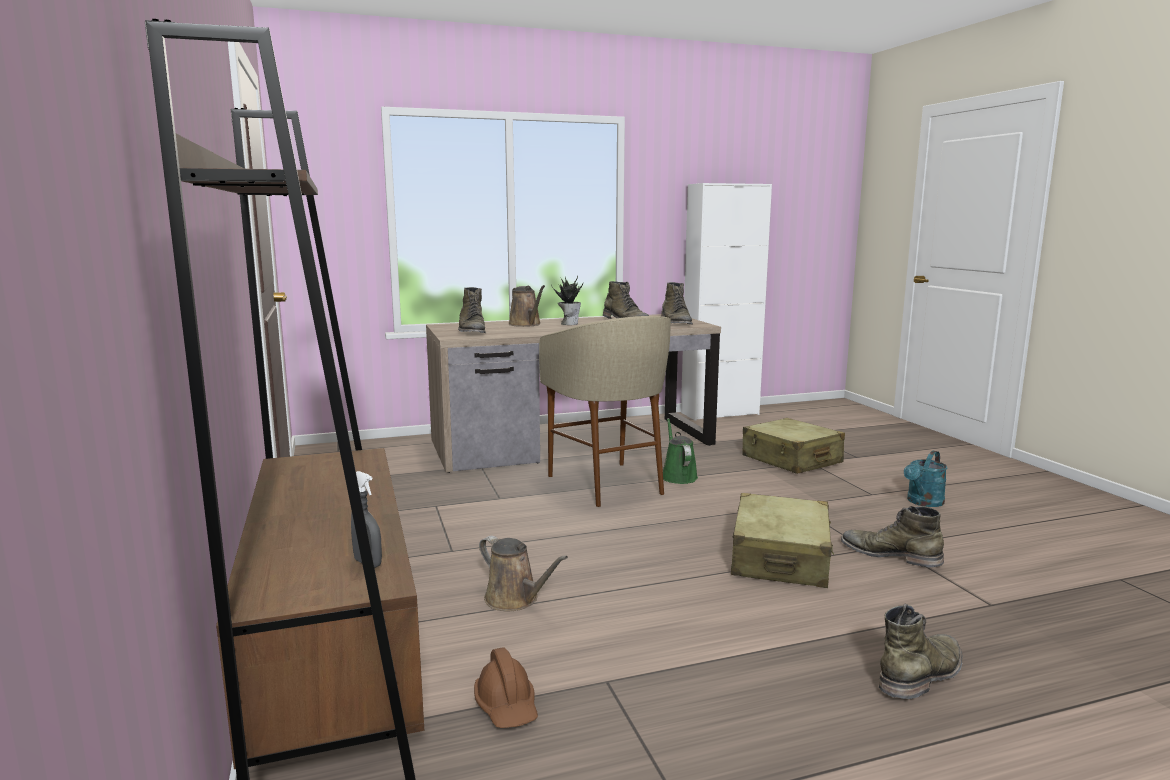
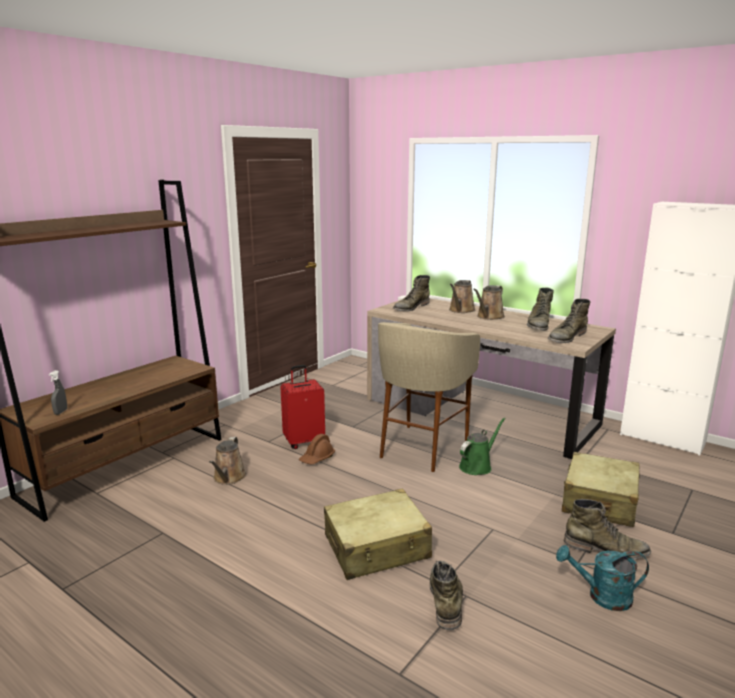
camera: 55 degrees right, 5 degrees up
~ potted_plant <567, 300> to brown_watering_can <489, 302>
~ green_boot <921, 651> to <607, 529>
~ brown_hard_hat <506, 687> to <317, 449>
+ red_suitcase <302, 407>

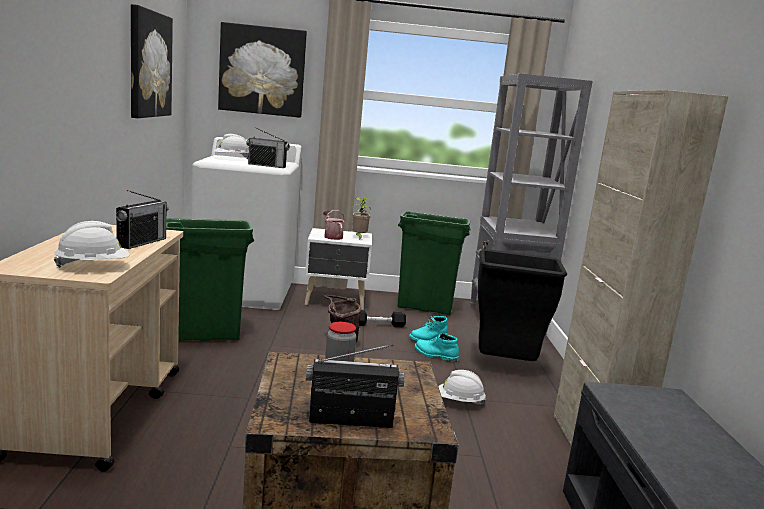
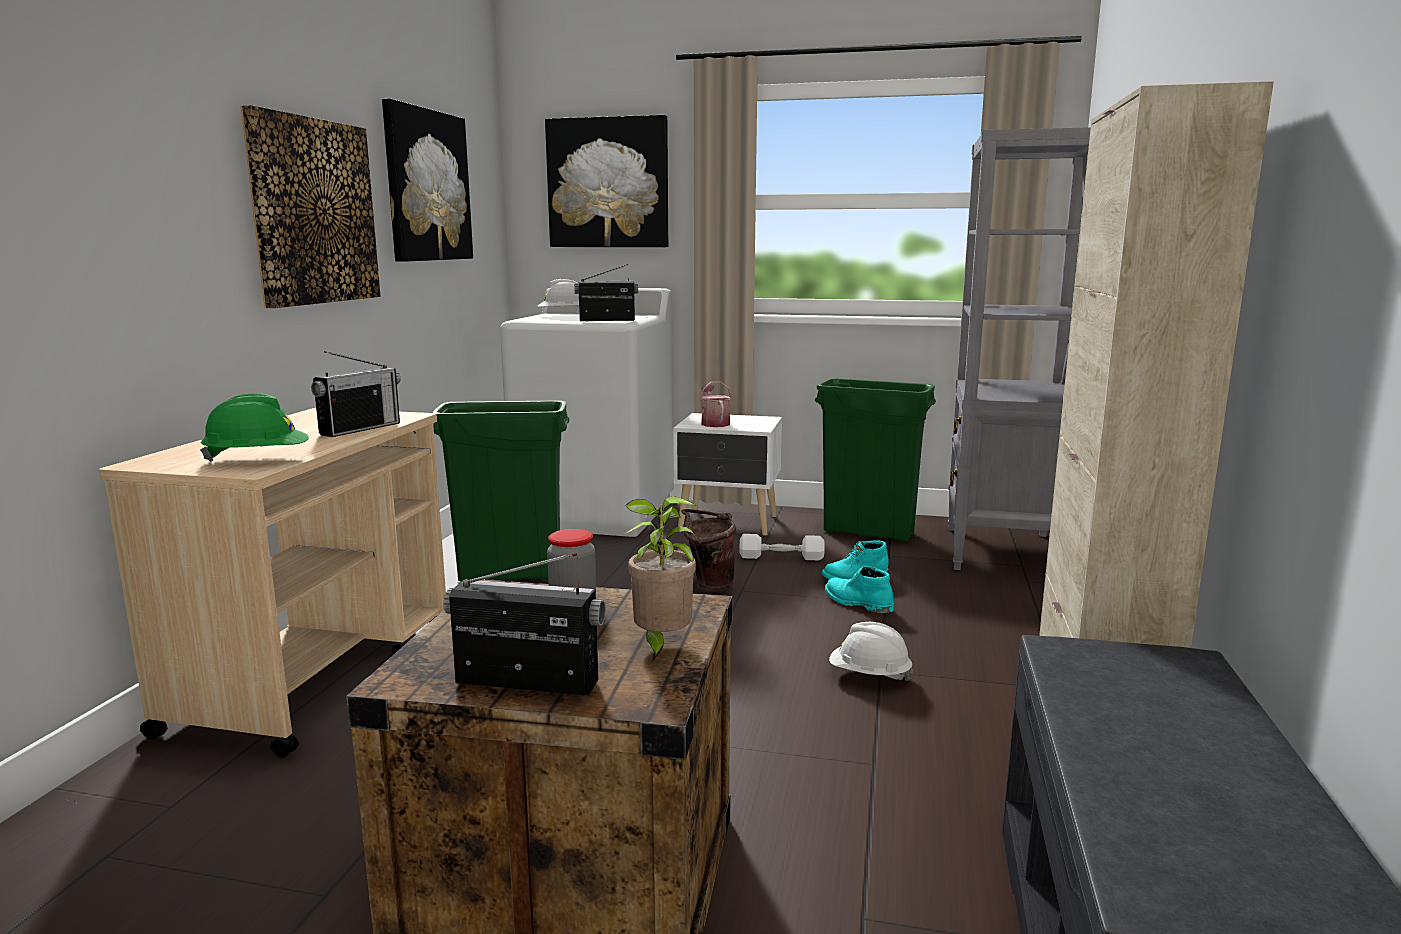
camera: 15 degrees right, 0 degrees up
~ radio <268, 147> = <606, 293> 150 degrees clockwise
~ potted_plant <361, 218> to <660, 579>
~ white_hard_hat <92, 244> to green_hard_hat <254, 427>
- black_trash_can <522, 305>
~ black_dumbbell <382, 318> to white_dumbbell <782, 547>
+ picture <310, 206>

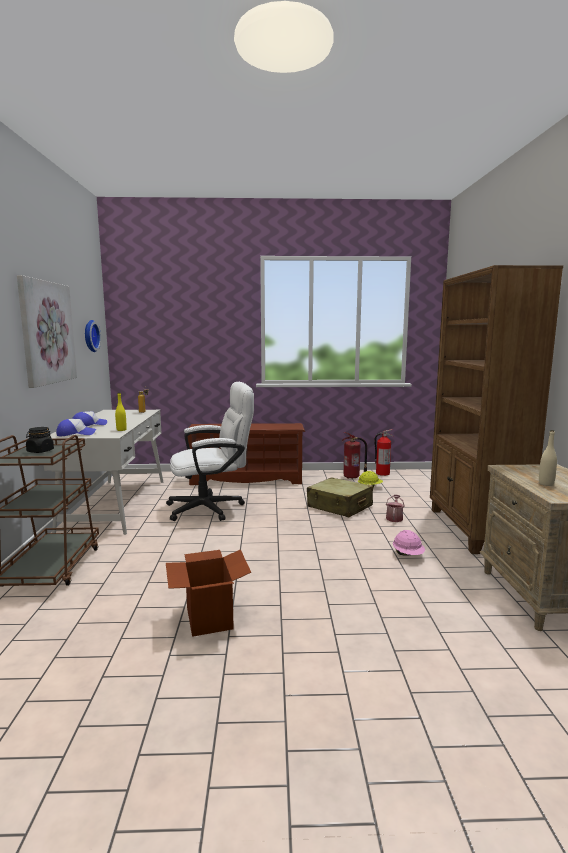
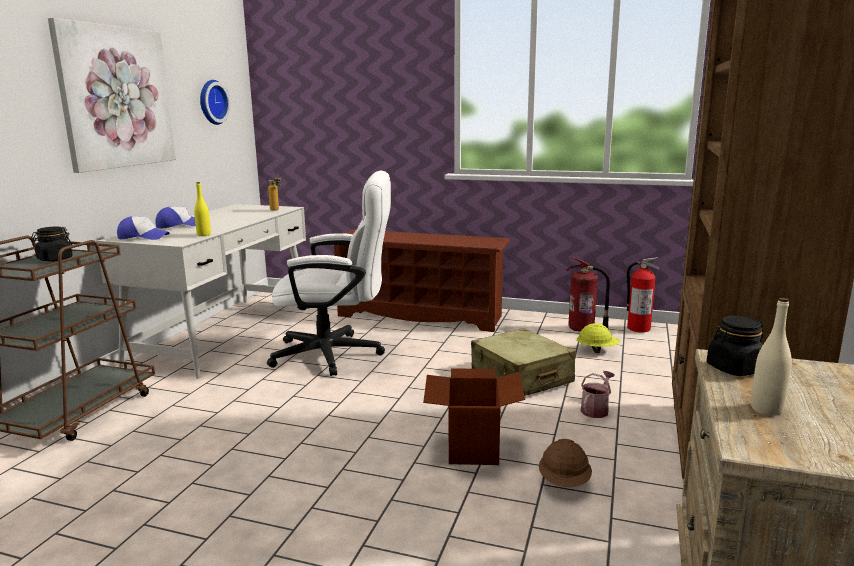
camera: 20 degrees right, 5 degrees up
~ pink_hard_hat <409, 543> to brown_hard_hat <565, 463>
~ cardboard_box <208, 593> to <474, 416>
+ black_jar <735, 346>

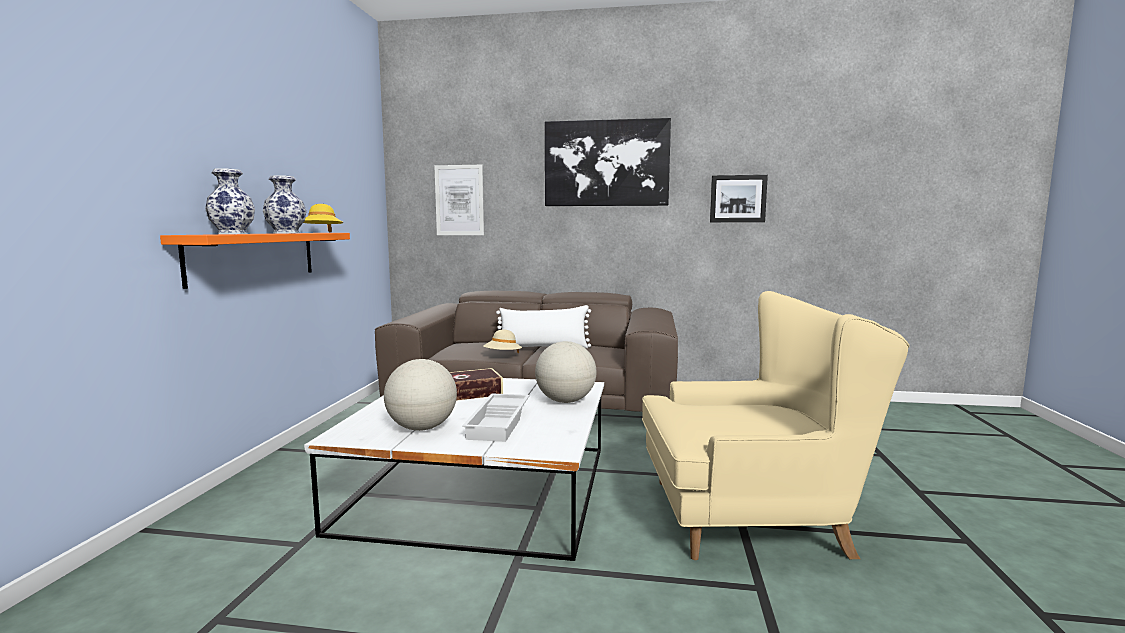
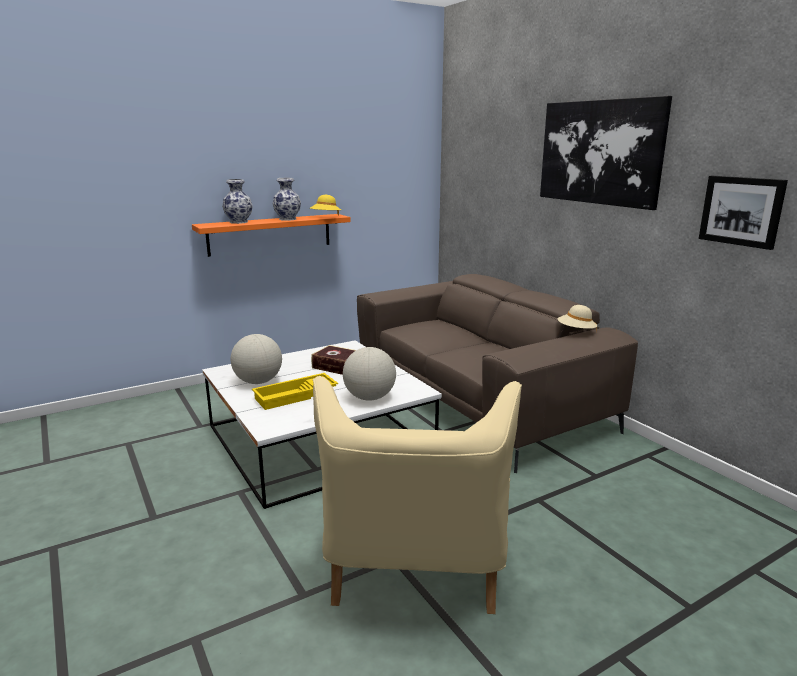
camera: 50 degrees right, 10 degrees up
- picture <459, 200>
~ beige_armchair <776, 425> = <417, 495> 45 degrees clockwise
- white_pillow <543, 326>
~ beige_hat <502, 341> to <577, 318>
~ white_tray <496, 417> to yellow_tray <295, 391>

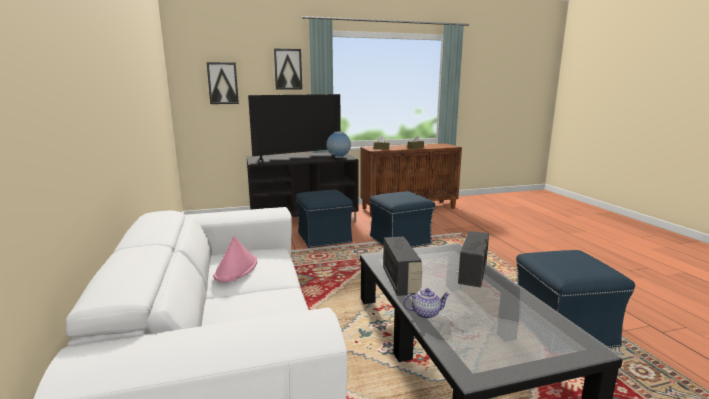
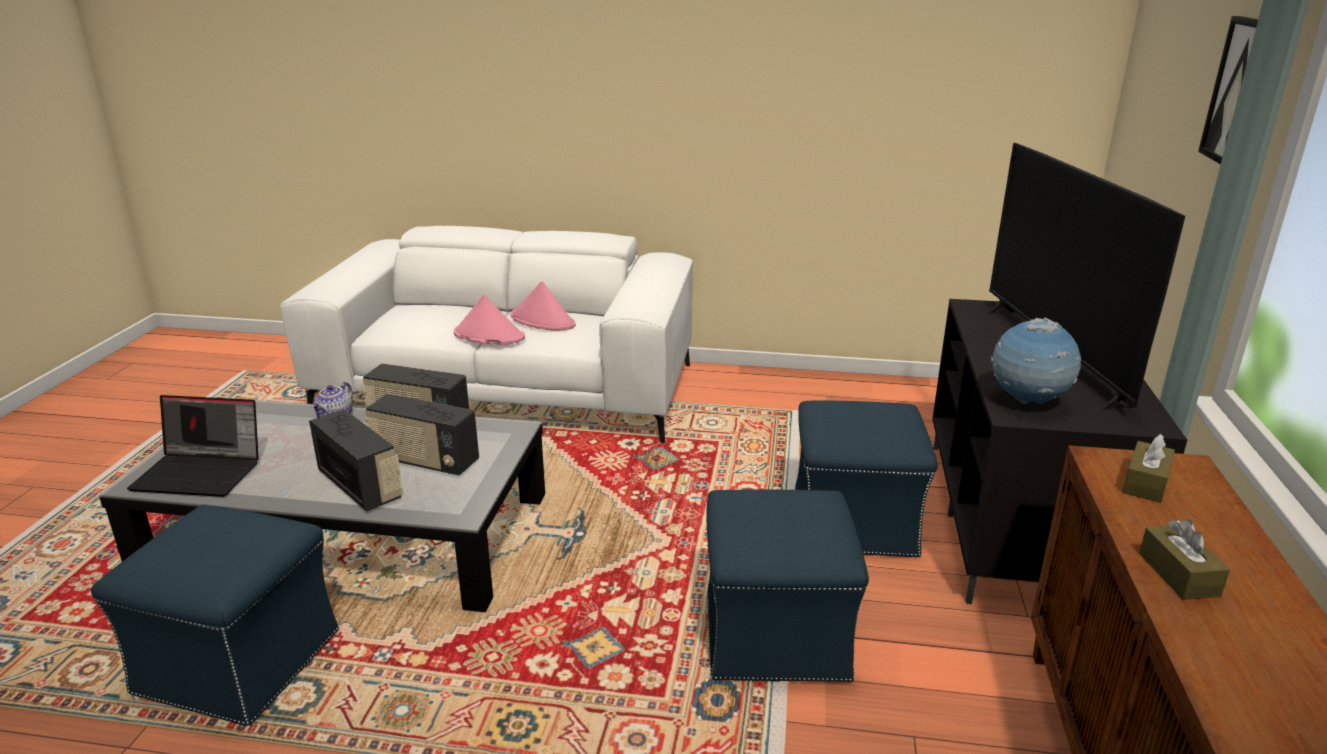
camera: 115 degrees right, 10 degrees up
- picture <223, 83>
+ pink_hat <489, 320>
+ radio <422, 434>
+ laptop <193, 446>

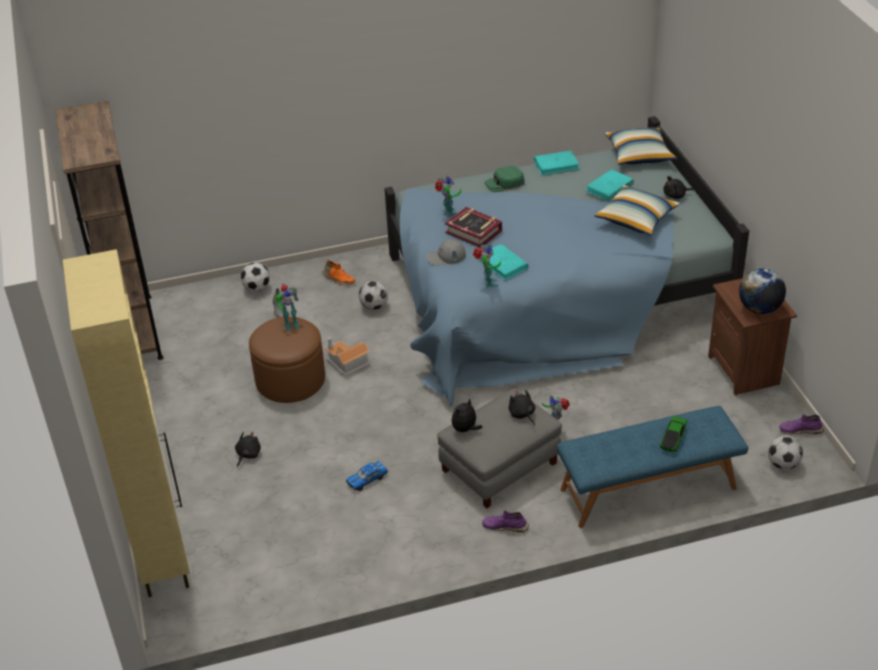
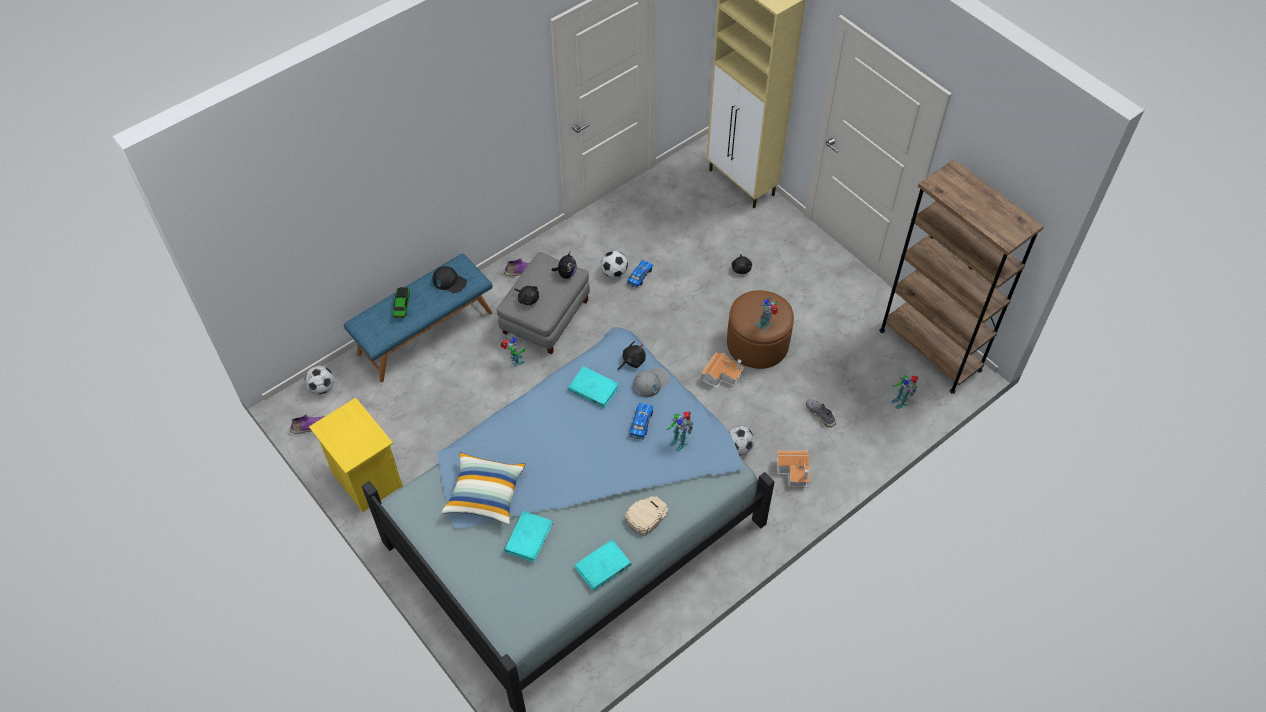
camera: 155 degrees right, 15 degrees up
- pillow <641, 146>
~ green_cap <505, 178> to beige_cap <647, 516>
~ black_plush_toy <678, 187> to <632, 355>
~ book <473, 227> to toy_car <641, 421>
~ toy_robot <487, 266> to <904, 392>
~ orange_shoe <338, 272> to toy_house <793, 468>
~ football <255, 277> to <614, 264>
- globe <762, 291>
~ brown_nightstand <752, 337> to yellow_nightstand <356, 455>
+ black_cap <450, 279>

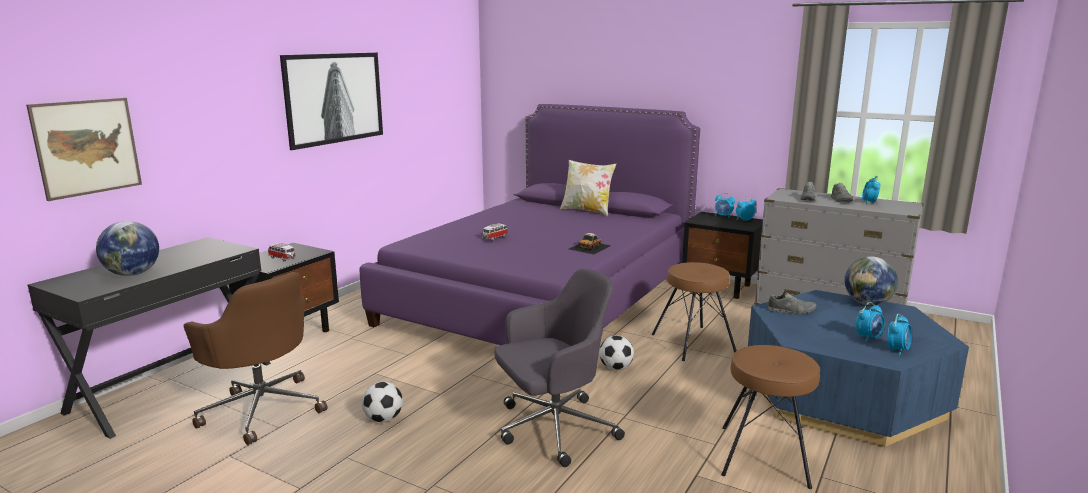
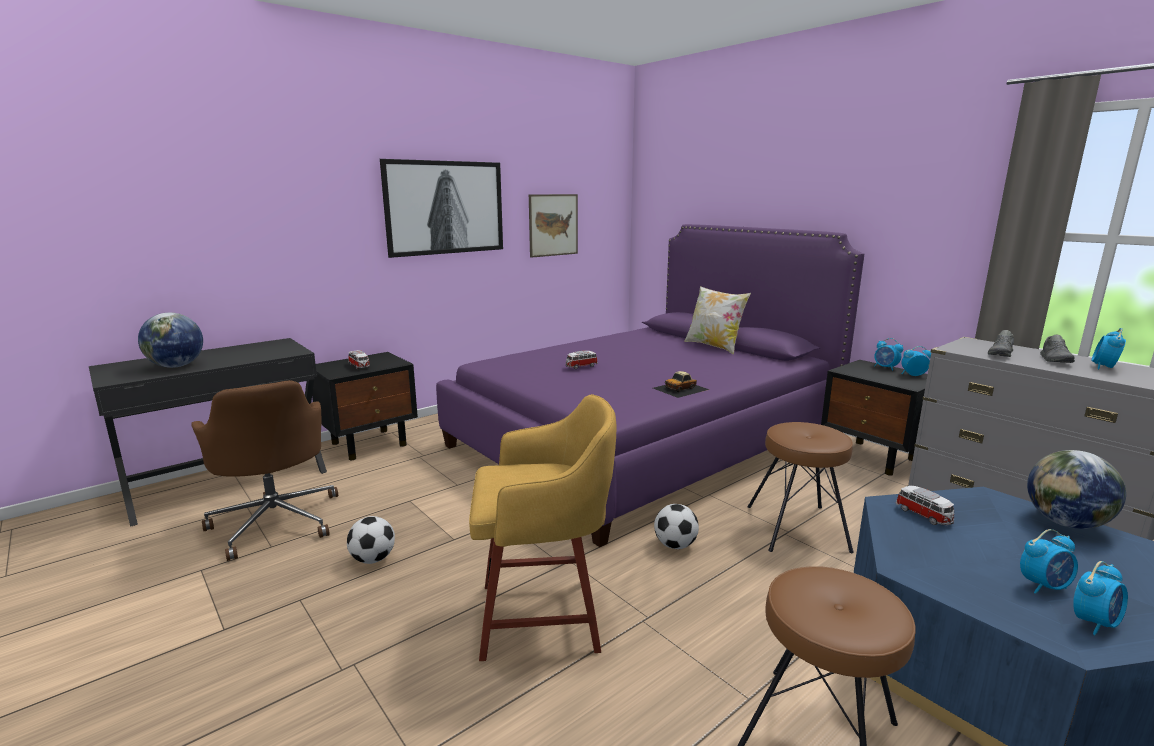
camera: 20 degrees right, 0 degrees up
~ picture <84, 149> to <553, 226>
~ grey_office_chair <559, 367> to yellow_stool <542, 527>
~ grey_shoe <791, 303> to toy_car <925, 505>

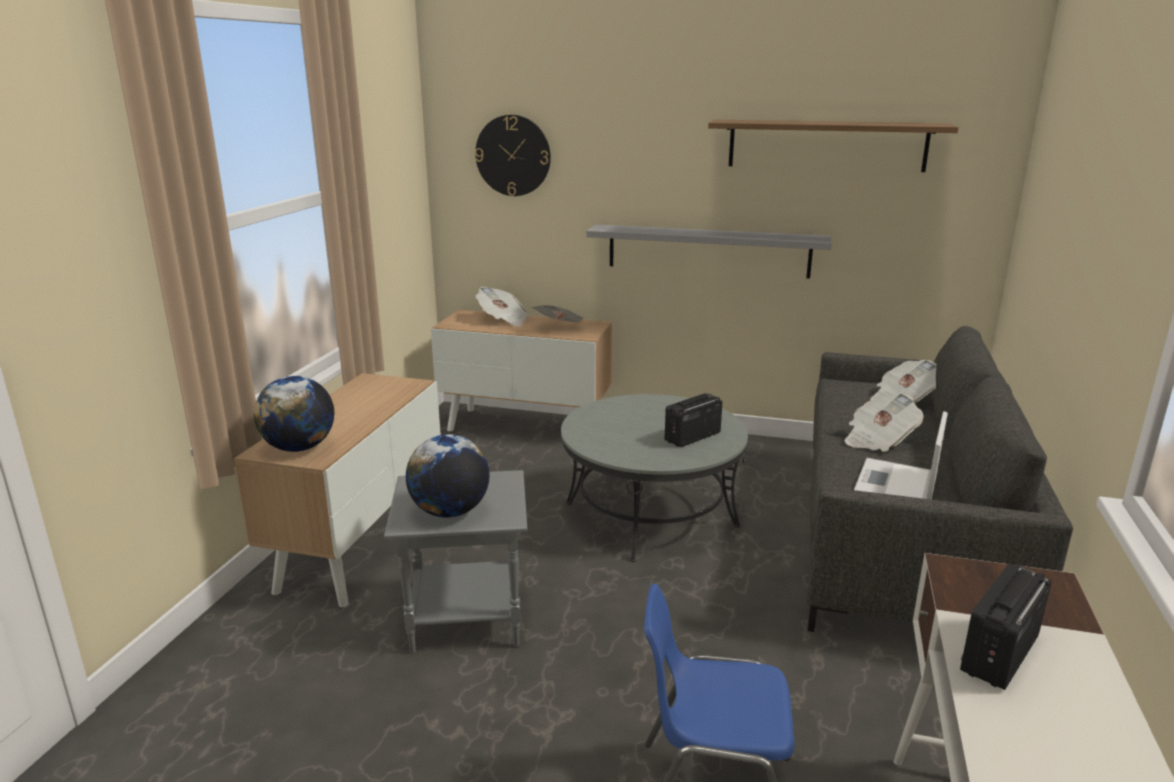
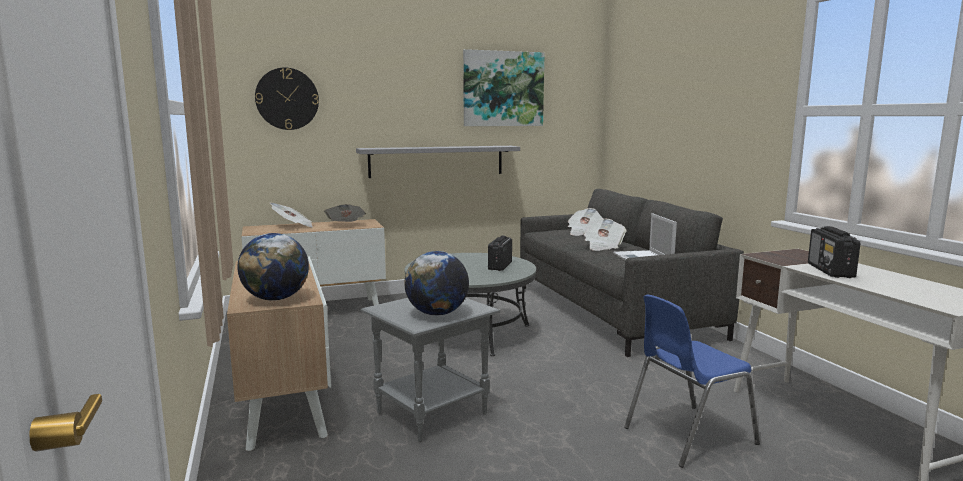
camera: 35 degrees left, 10 degrees down
~ shelf <833, 146> to picture <504, 87>

